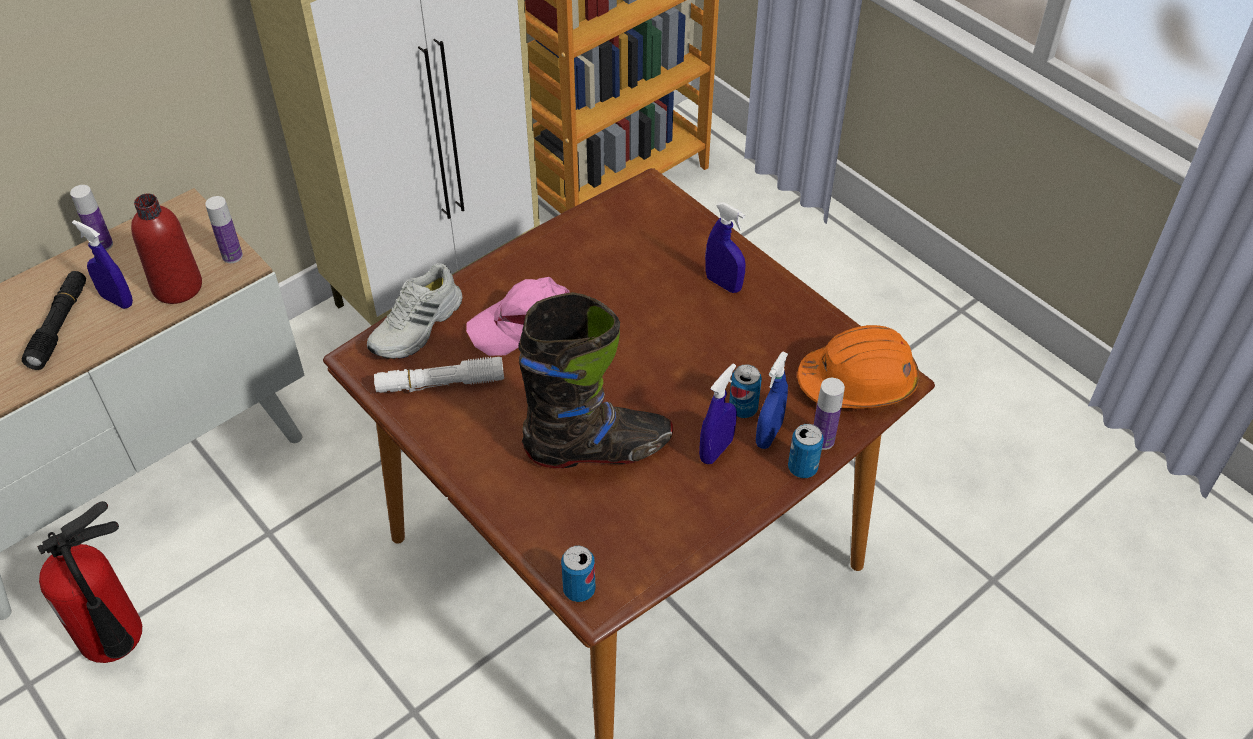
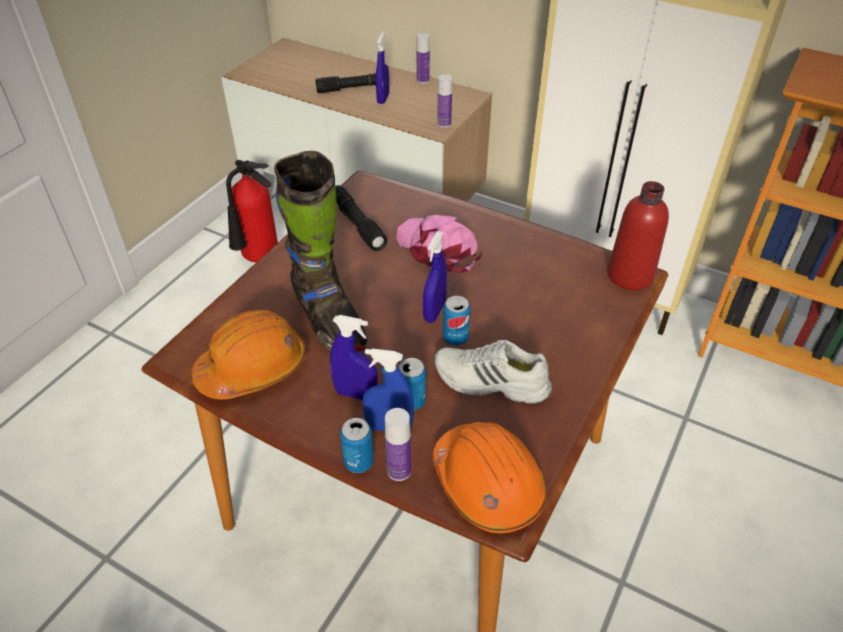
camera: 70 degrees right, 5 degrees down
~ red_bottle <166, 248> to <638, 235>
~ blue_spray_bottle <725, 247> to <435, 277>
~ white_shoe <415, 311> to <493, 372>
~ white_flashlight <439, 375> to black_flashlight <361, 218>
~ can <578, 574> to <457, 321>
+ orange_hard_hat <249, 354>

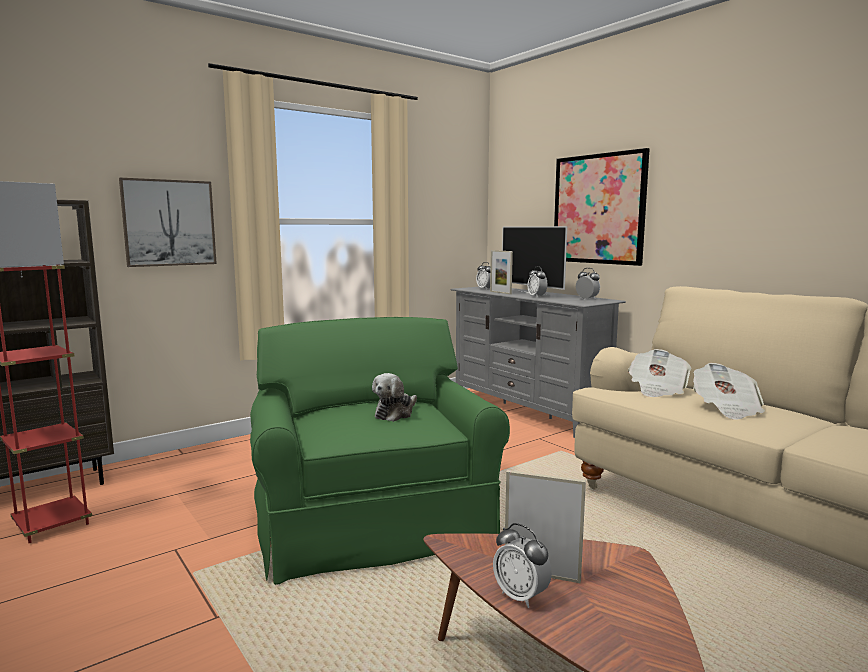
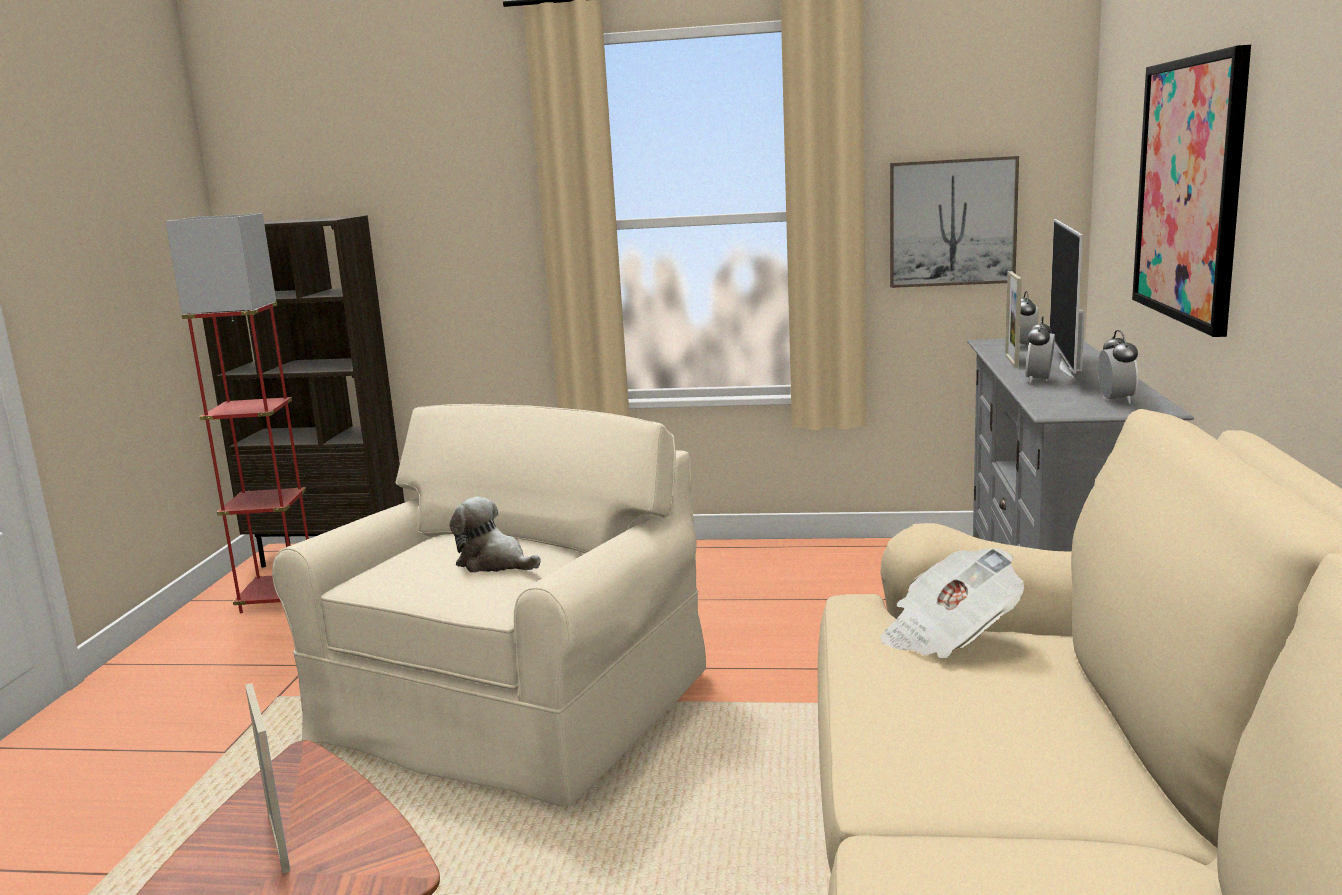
camera: 45 degrees right, 5 degrees up
~ picture <168, 222> to <954, 222>
~ green_armchair <380, 451> to beige_armchair <489, 605>
- newspaper <729, 391>
~ plush_toy <394, 397> = <495, 534> 45 degrees clockwise
- alarm_clock <522, 565>

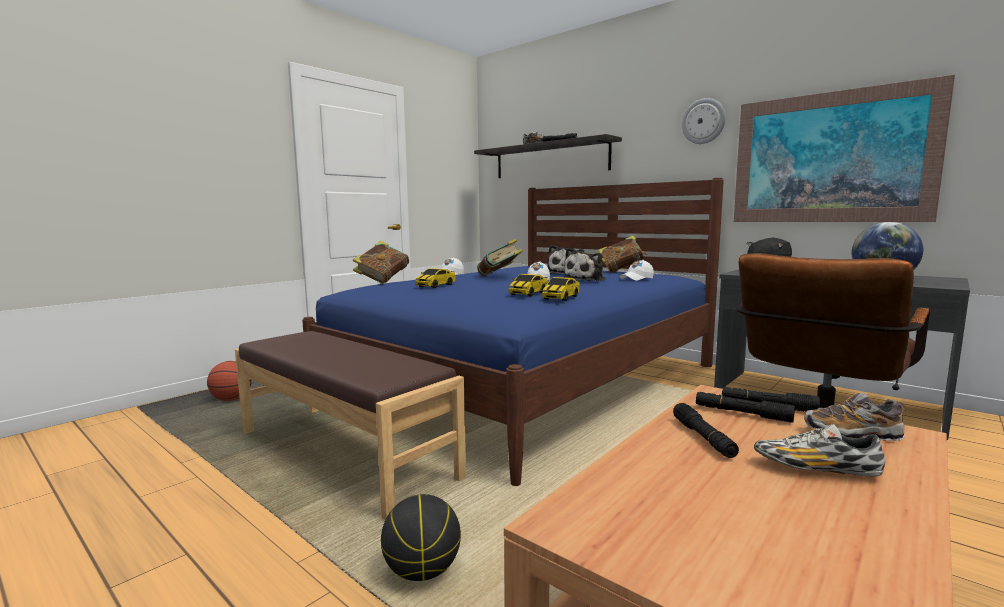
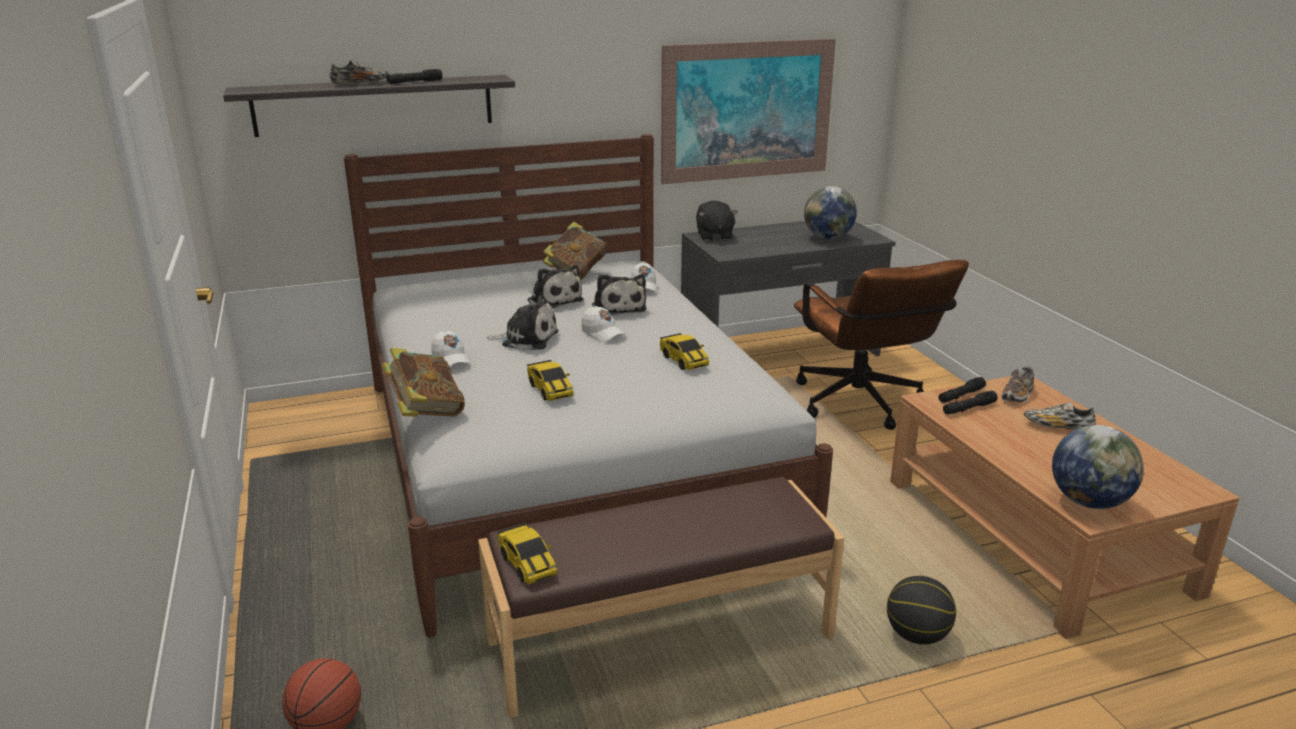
camera: 60 degrees left, 15 degrees up
- wall_clock <704, 121>
~ blue_bed <513, 332> to white_bed <588, 385>
~ book <500, 257> to plush_toy <523, 323>
~ toy_car <561, 289> to <527, 553>
- black_flashlight <706, 430>
~ shoe <819, 450> = <1060, 416> 60 degrees clockwise
+ globe <1098, 467>

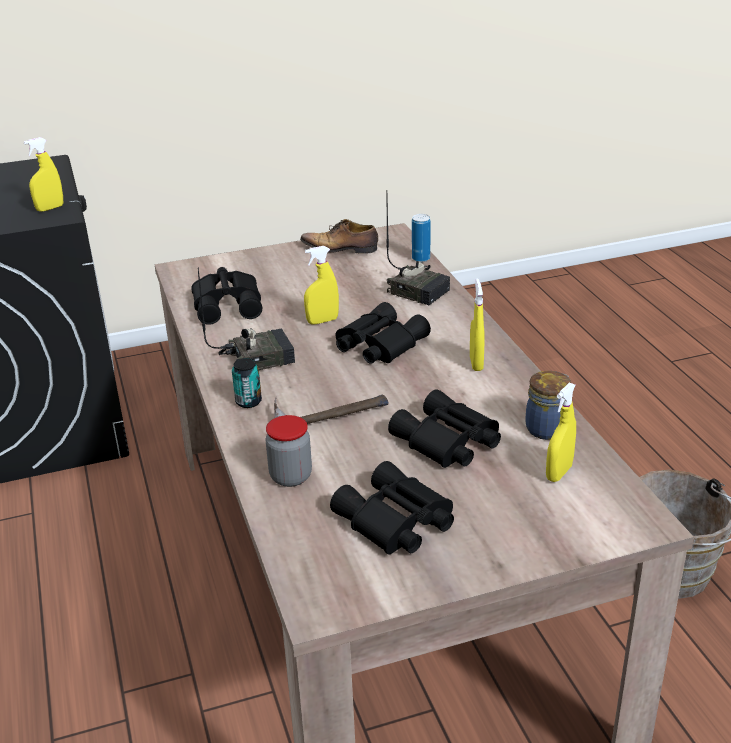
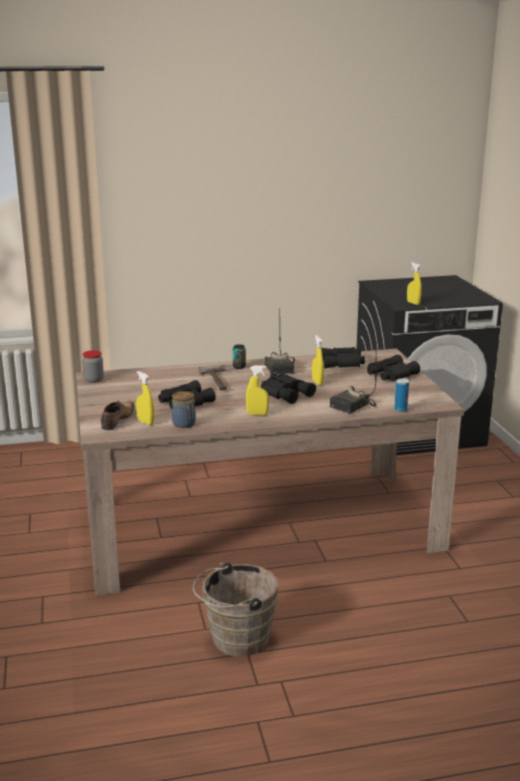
camera: 95 degrees right, 10 degrees down
~ shoe <339, 236> to <117, 415>
~ jar <289, 451> to <93, 366>
~ black_binoculars <392, 508> to <393, 368>

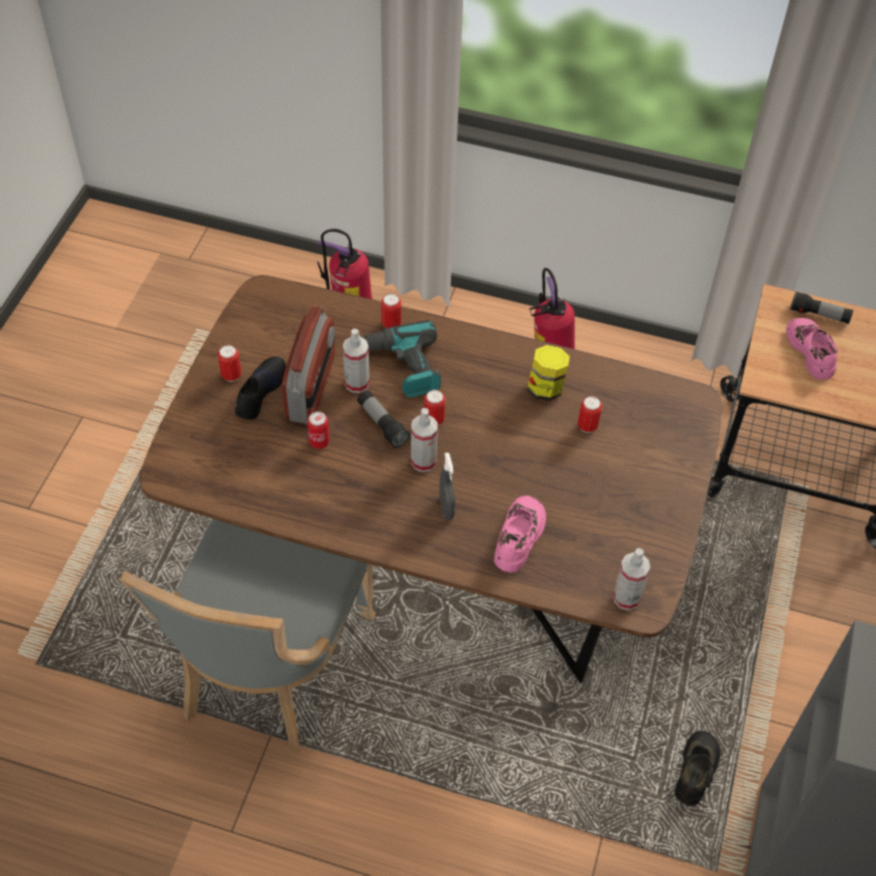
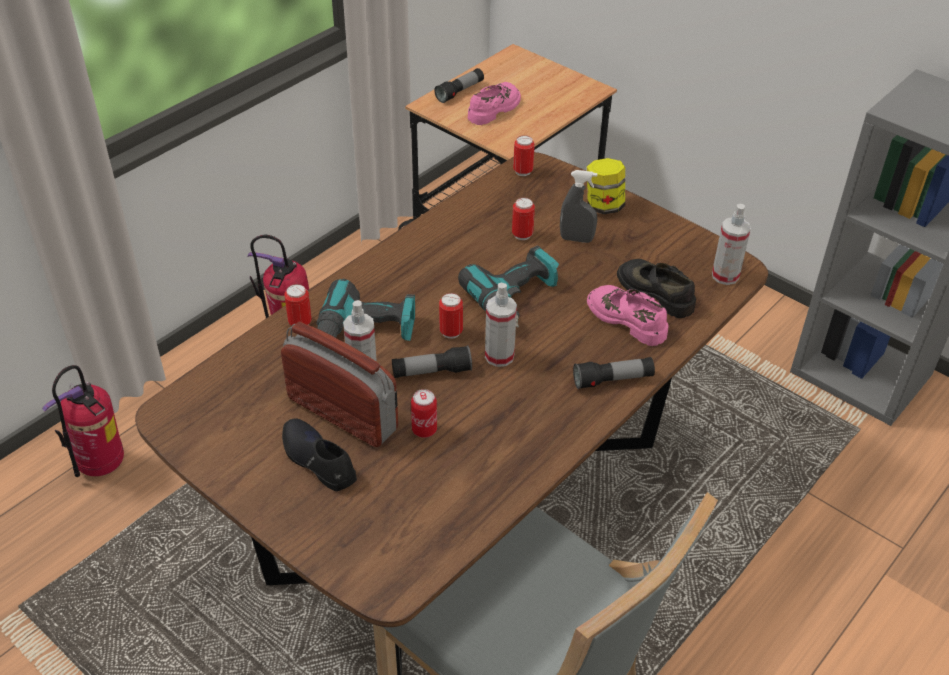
camera: 65 degrees left, 10 degrees down
~ pink_shoe <812, 349> = <494, 103> 120 degrees clockwise
~ can <229, 363> to <524, 155>
~ jar <548, 373> to <606, 186>
~ grey_spray_bottle <447, 486> to <578, 206>
~ black_shoe <697, 768> to <656, 288>
+ power_drill <508, 286>
+ flashlight <614, 373>

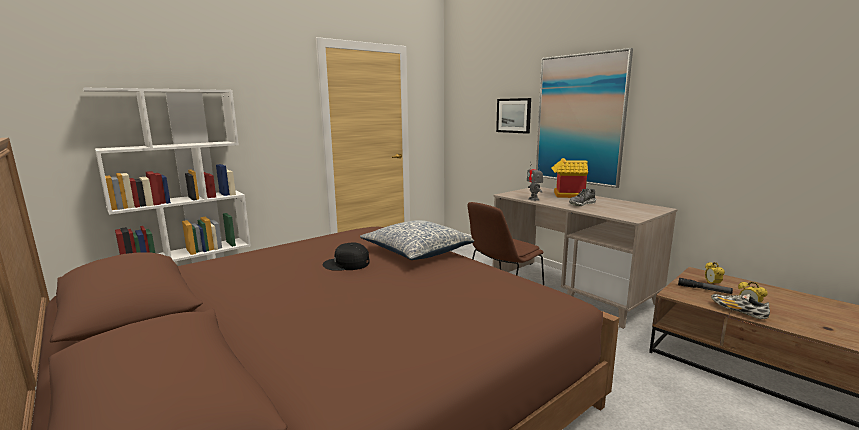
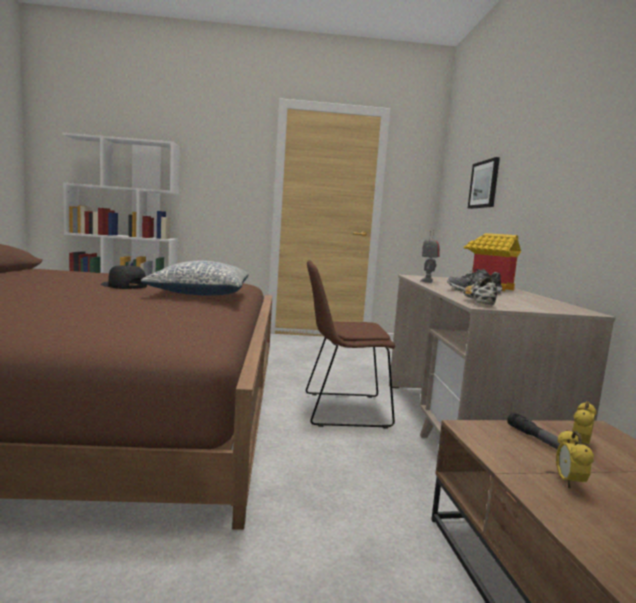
camera: 35 degrees right, 5 degrees down
- picture <584, 118>
~ shoe <740, 306> to <480, 291>

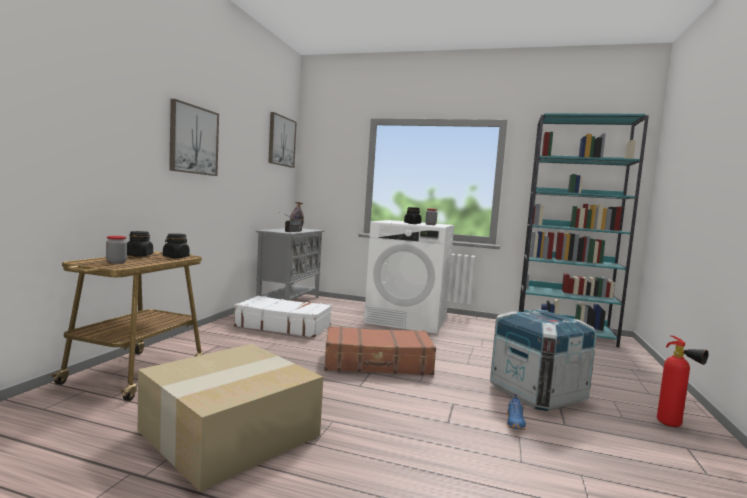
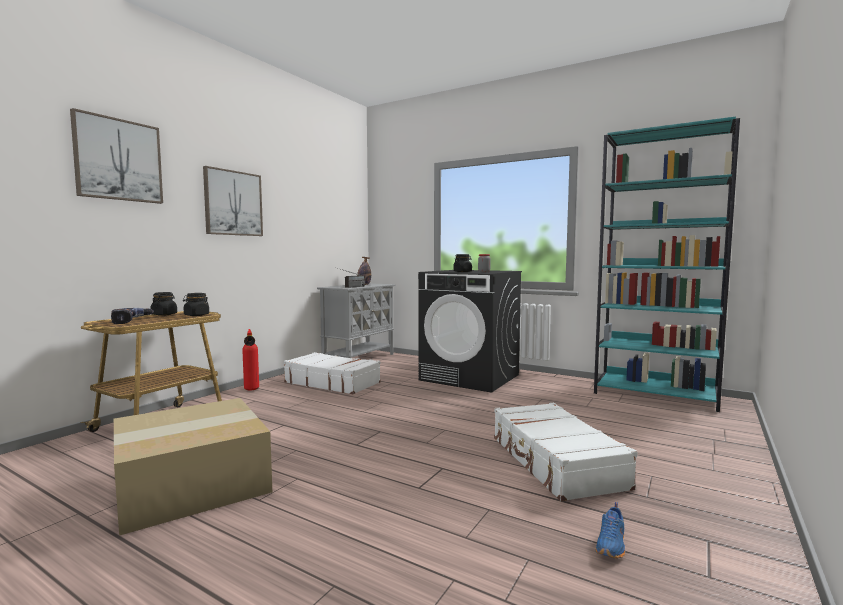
camera: 15 degrees right, 0 degrees up
~ picture <282, 140> to <116, 156>
~ white_washing_machine <409, 277> to black_washing_machine <470, 331>
~ jar <116, 250> to power_drill <132, 316>
~ crate <543, 360> to white_suitcase <566, 452>
- brown_suitcase <380, 350>
~ fire_extinguisher <682, 381> to <250, 360>
~ blue_shoe <516, 412> to <610, 530>

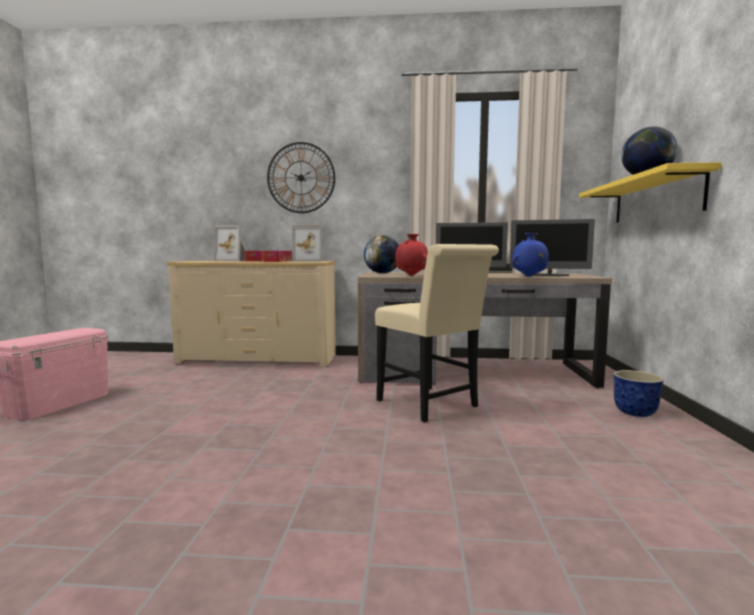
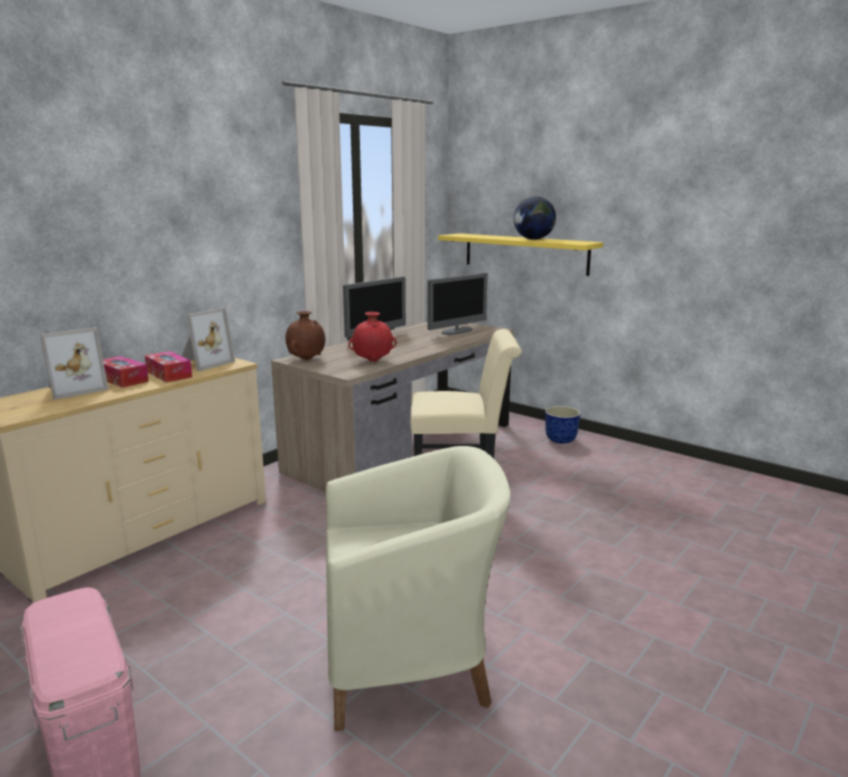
camera: 55 degrees left, 10 degrees up
- wall_clock <301, 177>
- blue_vase <530, 255>
~ globe <381, 254> to brown_vase <305, 336>
+ beige_armchair <418, 588>

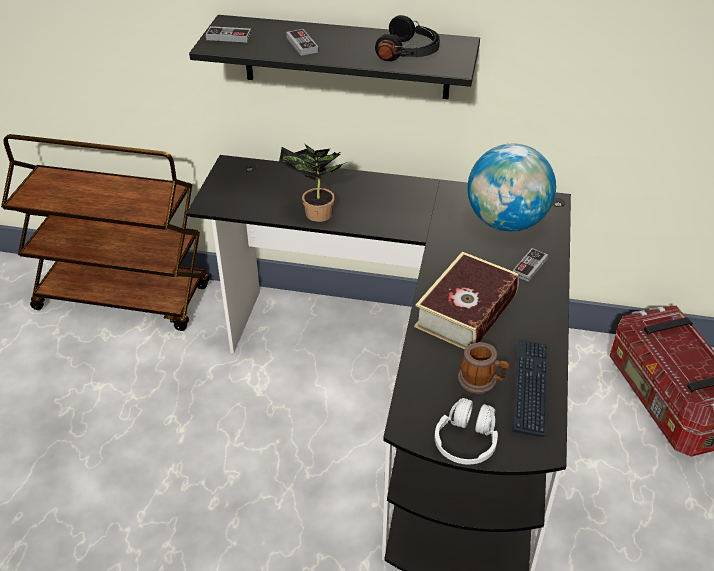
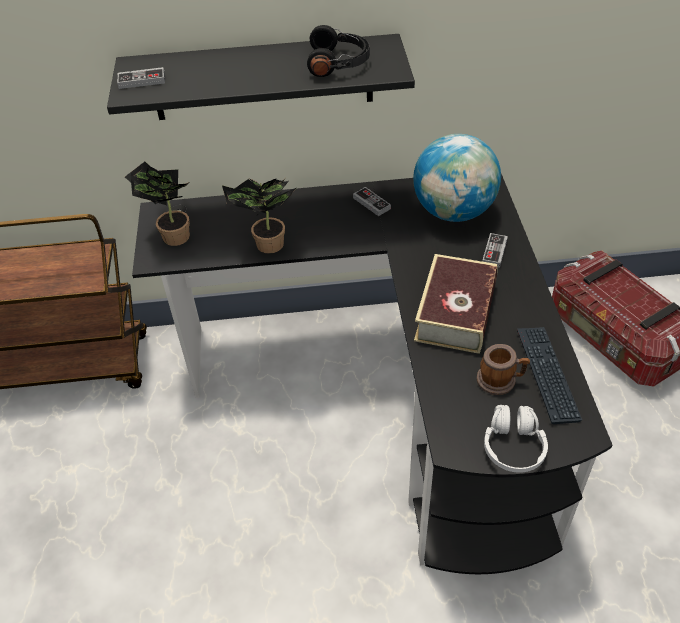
camera: 15 degrees left, 5 degrees up
~ game_controller <302, 42> to <372, 201>
+ potted_plant <157, 204>

